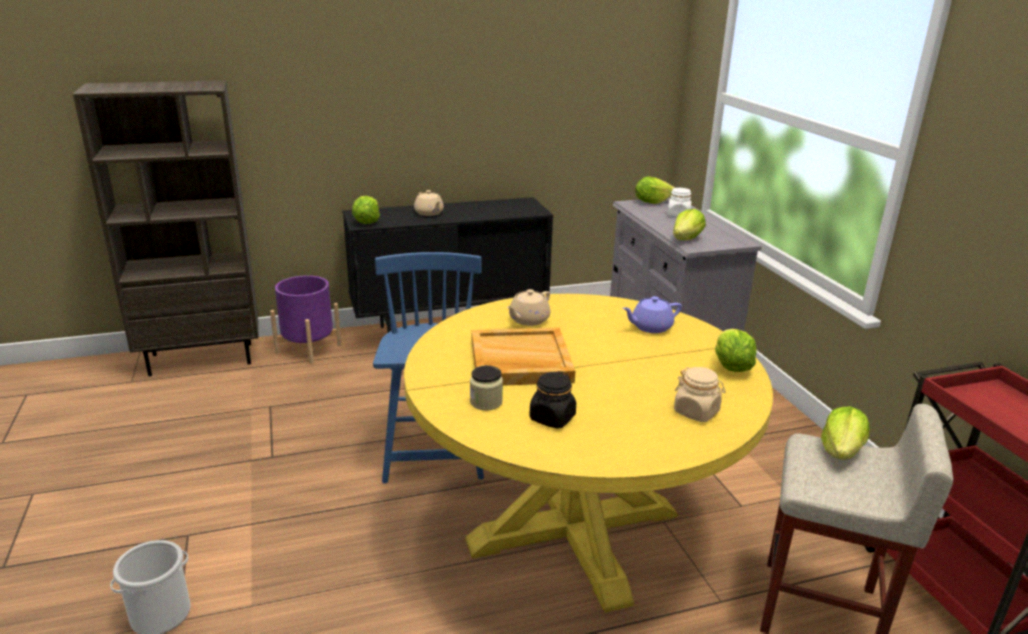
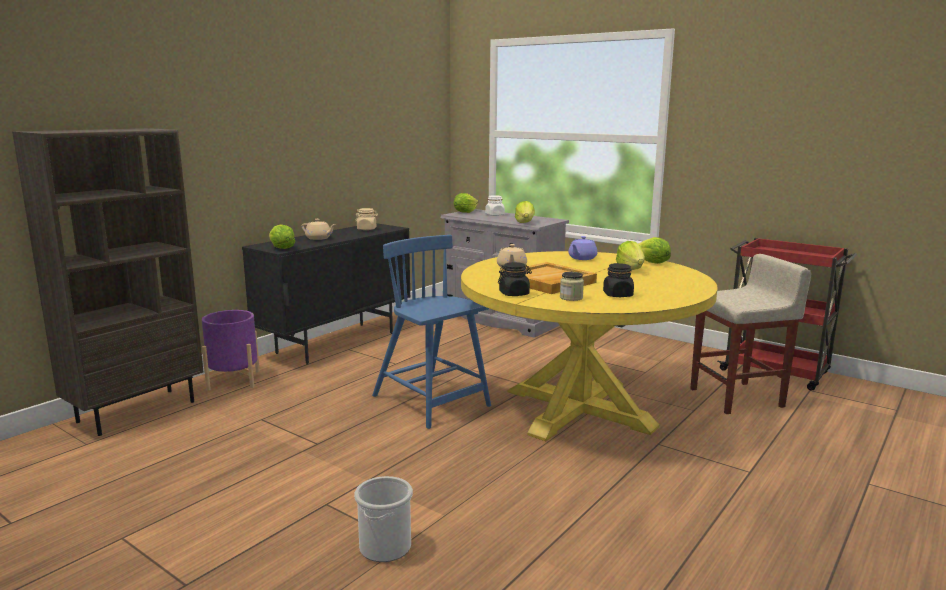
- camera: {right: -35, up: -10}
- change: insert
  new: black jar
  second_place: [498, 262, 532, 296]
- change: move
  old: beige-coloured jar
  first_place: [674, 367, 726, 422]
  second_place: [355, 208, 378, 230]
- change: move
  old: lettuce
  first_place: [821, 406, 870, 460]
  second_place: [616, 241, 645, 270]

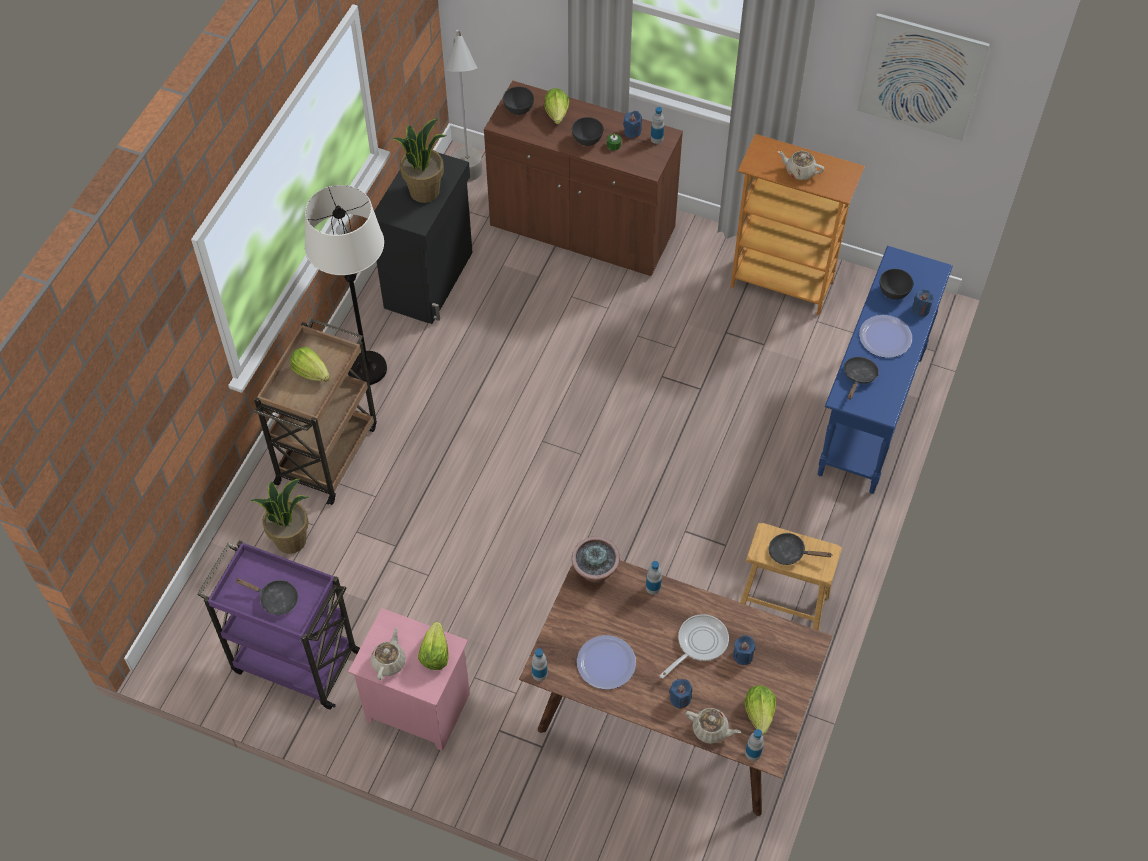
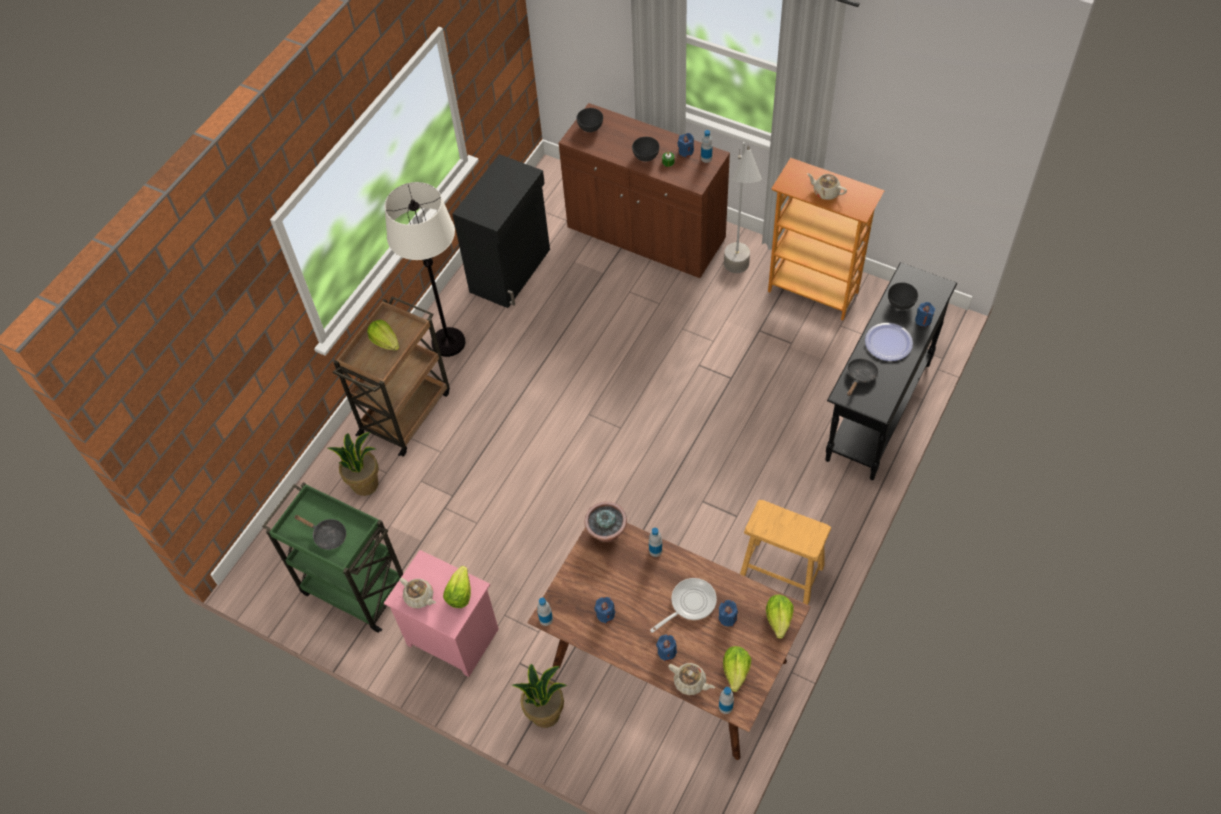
- camera: {right: 10, up: 0}
- change: delete
  old: black frying pan
  first_place: [768, 533, 831, 565]
- change: delete
  old: picture
  first_place: [857, 13, 990, 141]
- change: move
  old: houseplant
  first_place: [391, 118, 446, 203]
  second_place: [512, 664, 567, 728]
- change: move
  old: gray standing lamp
  first_place: [445, 30, 482, 181]
  second_place: [724, 142, 762, 273]
- change: move
  old: lettuce
  first_place: [544, 88, 569, 124]
  second_place: [766, 595, 794, 639]
- change: replace
  old: plate
  new: bluish wax light
  first_place: [577, 635, 636, 689]
  second_place: [594, 597, 615, 624]
- change: recolor
  old: purple trolley
  new: greenish trolley
  first_place: [197, 540, 360, 709]
  second_place: [262, 482, 403, 633]
- change: recolor
  old: bluish console table
  new: black console table
  first_place: [818, 246, 953, 494]
  second_place: [825, 262, 957, 480]
- change: rotate
  old: beige-coloured pot for tea
  first_place: [371, 627, 406, 680]
  second_place: [399, 578, 436, 608]
  degrees: 105

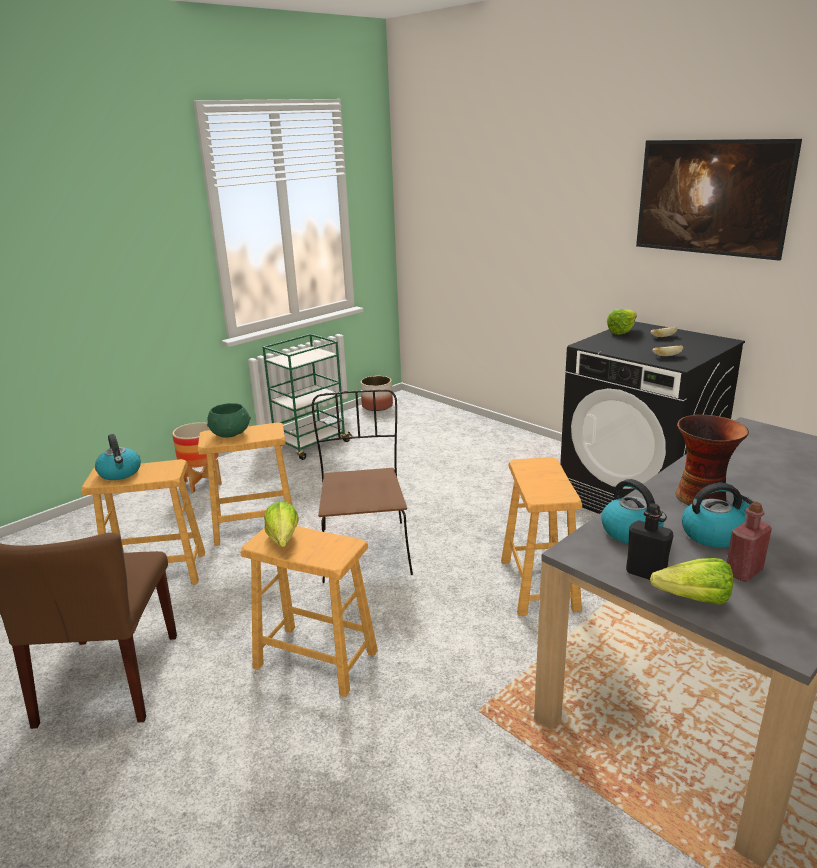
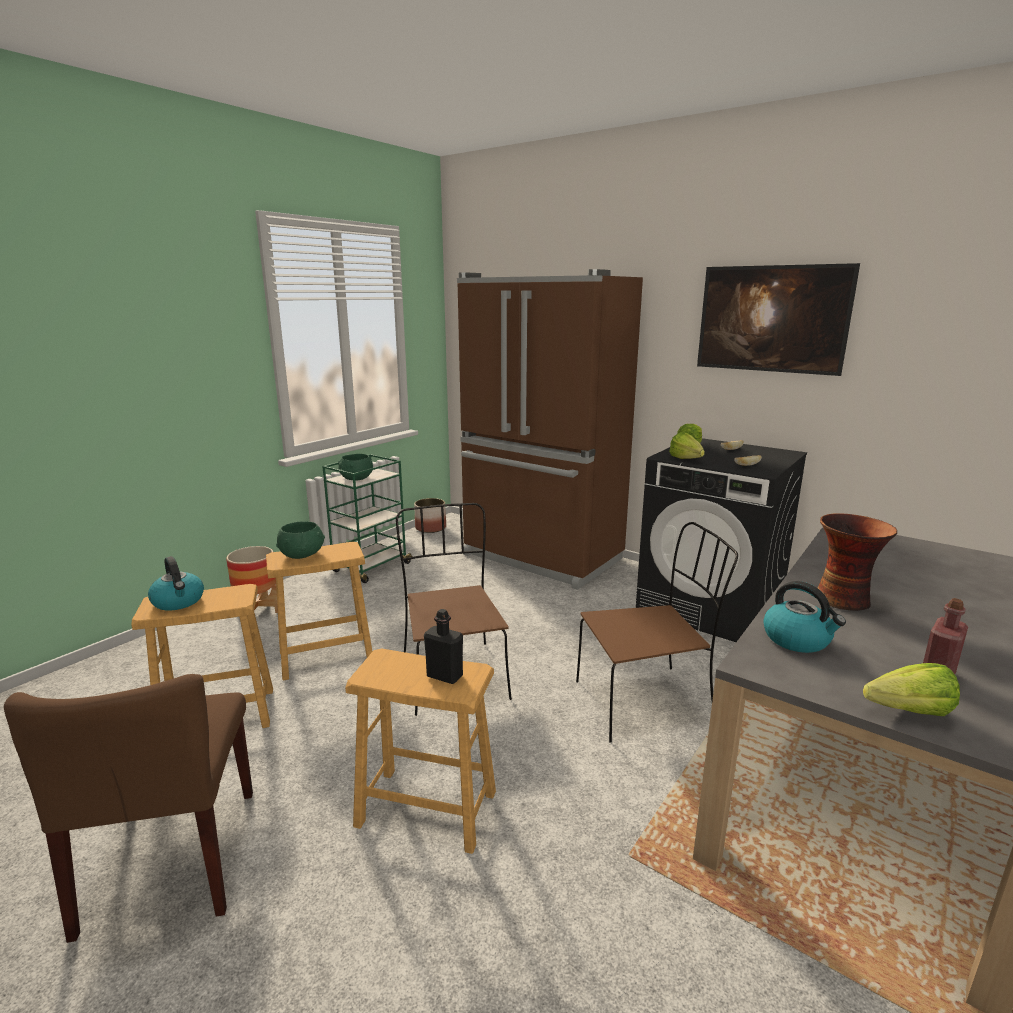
- camera: {right: -10, up: -5}
- change: delete
  old: tea kettle
  first_place: [682, 483, 754, 548]
- change: insert
  new: greenish bowl
  second_place: [338, 454, 373, 480]
- change: insert
  new: brown-coloured refrigerator
  second_place: [457, 269, 643, 590]
- change: move
  old: lettuce
  first_place: [264, 501, 299, 547]
  second_place: [669, 432, 705, 459]
- change: move
  old: black bottle
  first_place: [626, 503, 674, 580]
  second_place: [424, 609, 463, 684]
- change: replace
  old: brown-coloured stool seat
  new: brown-coloured chair
  first_place: [501, 457, 582, 616]
  second_place: [576, 522, 738, 743]

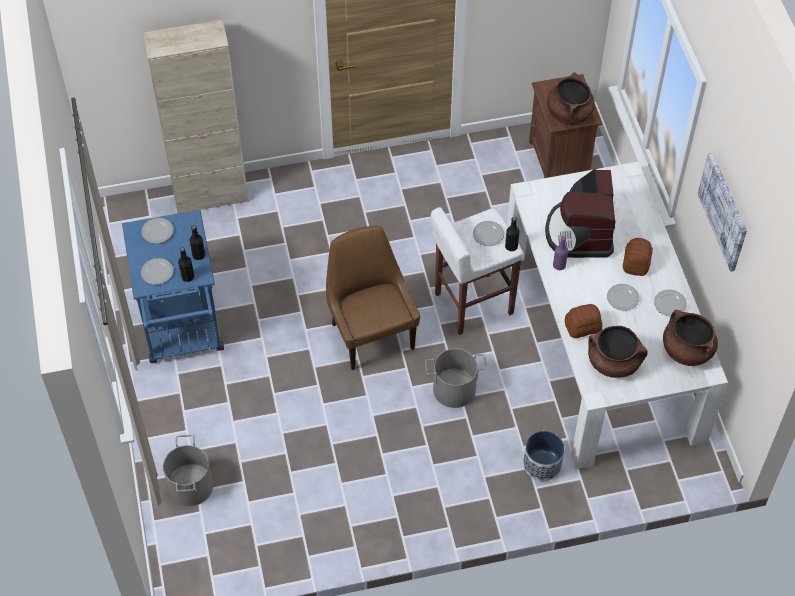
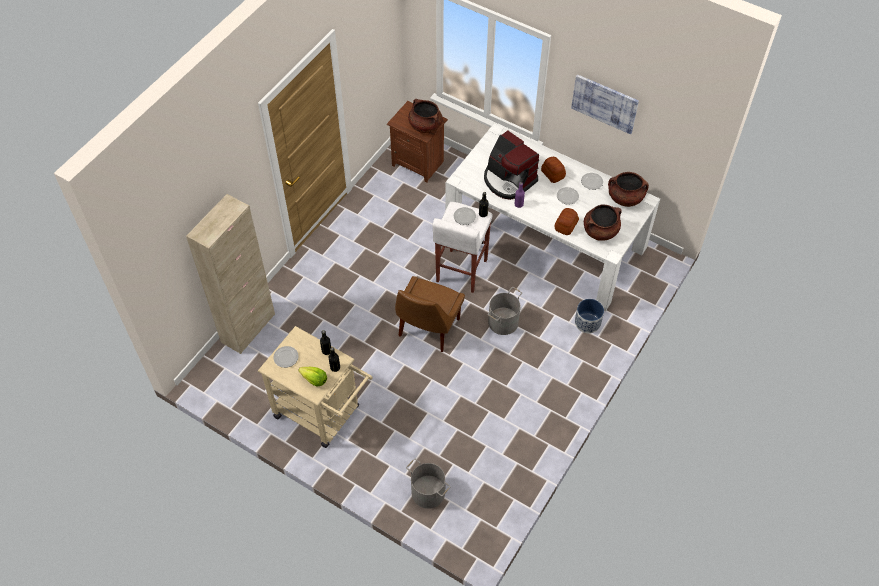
- camera: {right: -45, up: 0}
- change: replace
  old: plate
  new: lettuce
  first_place: [141, 258, 173, 285]
  second_place: [298, 367, 327, 386]
- change: recolor
  old: bluish trolley
  new: beige-coloured trolley
  first_place: [122, 210, 224, 363]
  second_place: [258, 326, 373, 448]
- change: rotate
  old: brown-coloured chair
  first_place: [326, 226, 420, 370]
  second_place: [395, 276, 465, 352]
  degrees: -90

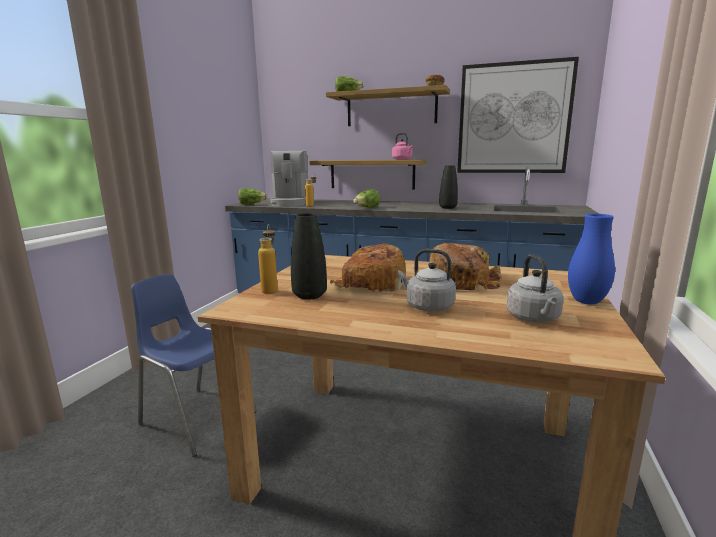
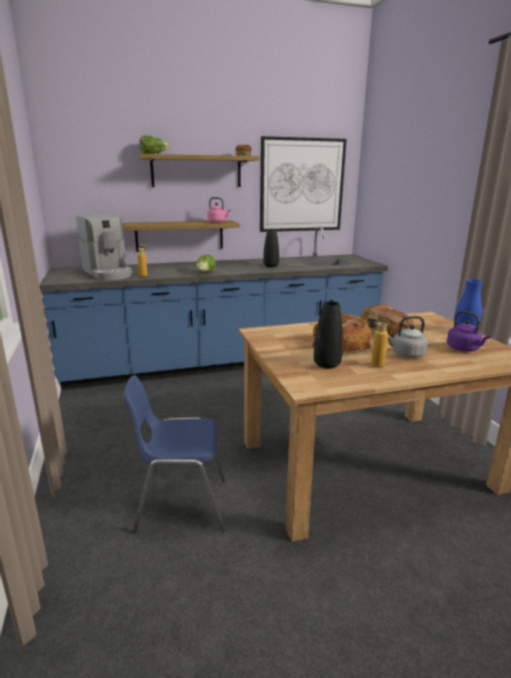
- camera: {right: -35, up: 5}
- change: delete
  old: lettuce
  first_place: [238, 188, 268, 205]
- change: move
  old: bottle
  first_place: [258, 224, 278, 294]
  second_place: [368, 311, 388, 367]
- change: recolor
  old: gray tea kettle
  new: purple tea kettle
  first_place: [506, 254, 564, 323]
  second_place: [447, 311, 491, 352]

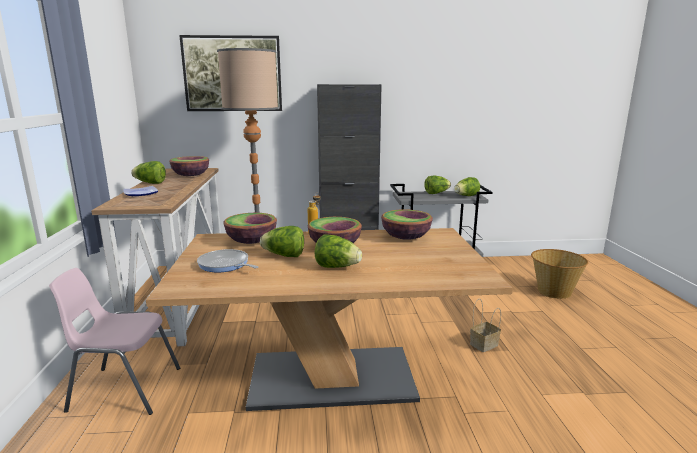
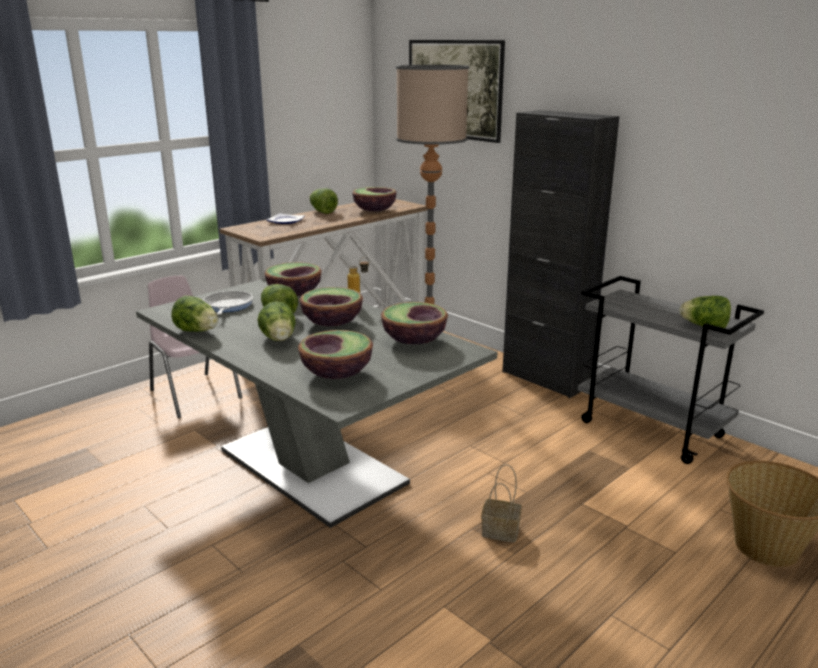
- camera: {right: 50, up: 5}
- change: insert
  new: bowl
  second_place: [298, 330, 373, 379]
- change: move
  old: lettuce
  first_place: [424, 176, 451, 194]
  second_place: [171, 296, 218, 332]
- change: recolor
  old: brown-coloured dining table
  new: gray dining table
  first_place: [146, 228, 513, 411]
  second_place: [136, 278, 498, 528]

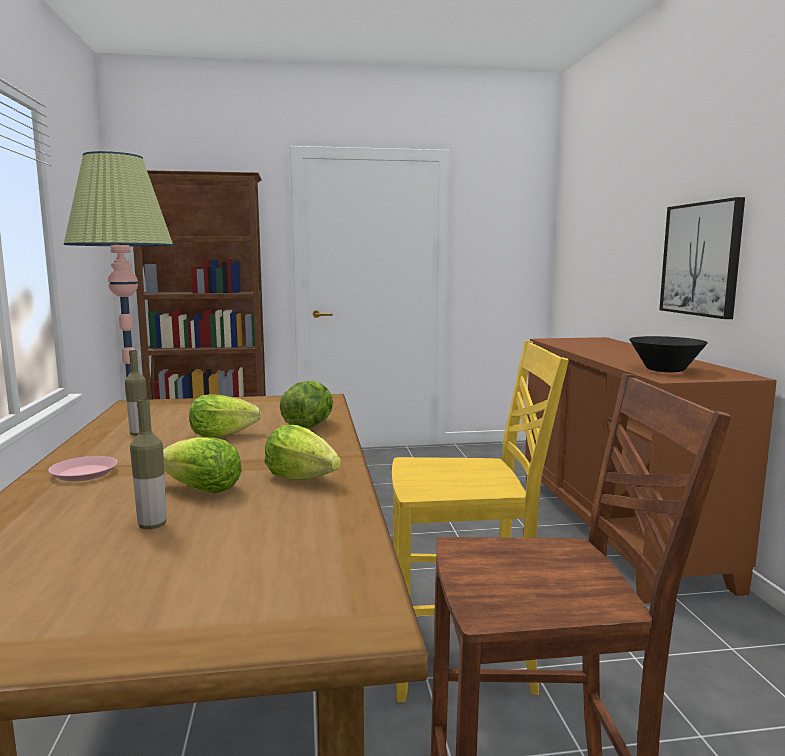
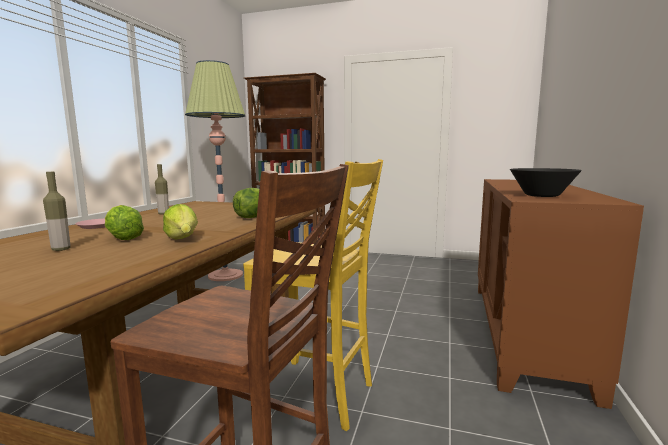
- camera: {right: 25, up: 0}
- change: delete
  old: lettuce
  first_place: [189, 394, 261, 437]
- change: delete
  old: picture
  first_place: [659, 197, 745, 319]

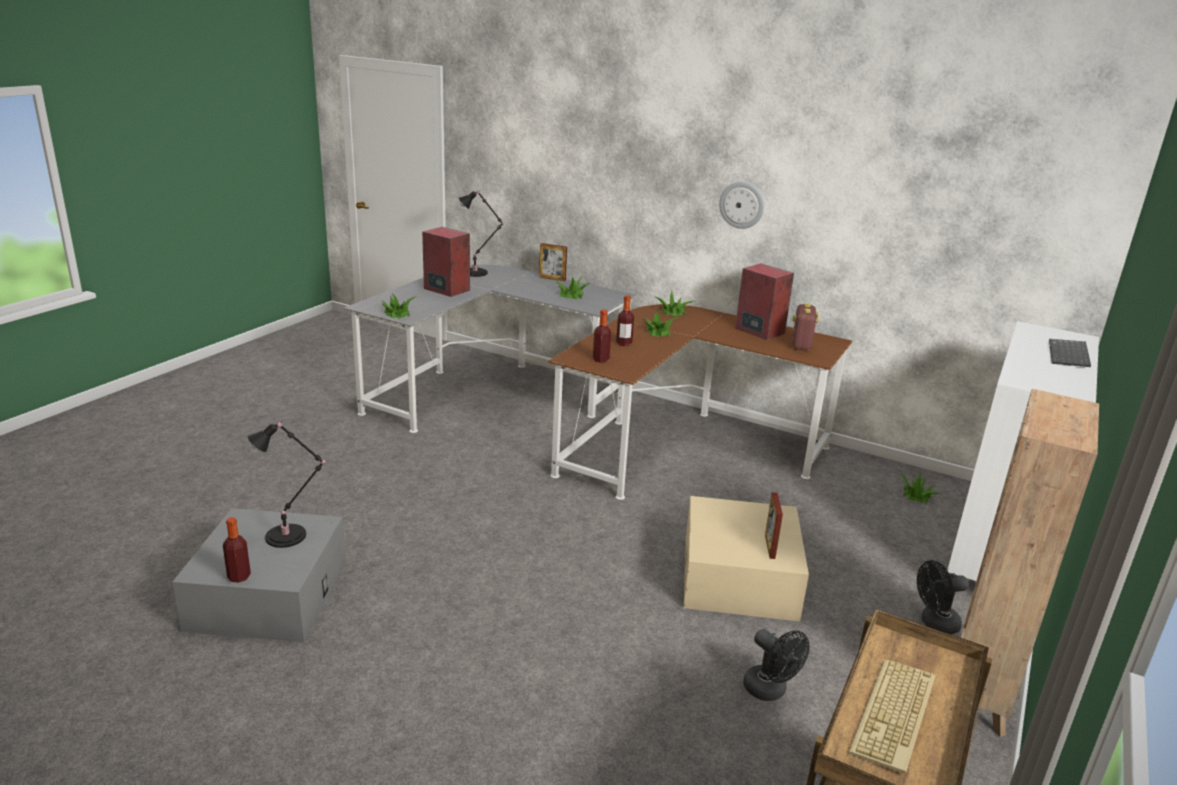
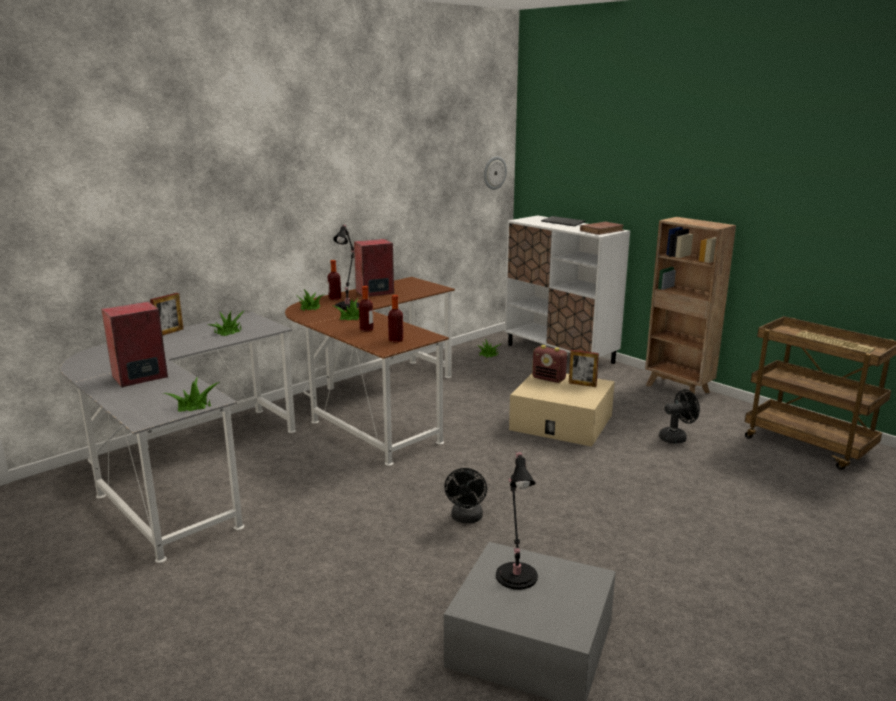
- camera: {right: -70, up: -5}
- change: insert
  new: brown-coloured book
  second_place: [580, 222, 624, 235]
- change: move
  old: bottle
  first_place: [223, 517, 251, 583]
  second_place: [328, 260, 341, 300]
- change: move
  old: black lamp for a table
  first_place: [459, 191, 504, 277]
  second_place: [333, 225, 359, 310]
- change: move
  old: wall clock
  first_place: [719, 182, 764, 229]
  second_place: [484, 156, 507, 190]
- change: move
  old: radio
  first_place: [792, 303, 819, 351]
  second_place: [532, 345, 567, 383]
- change: move
  old: black electric fan
  first_place: [917, 560, 969, 634]
  second_place: [444, 468, 487, 523]

